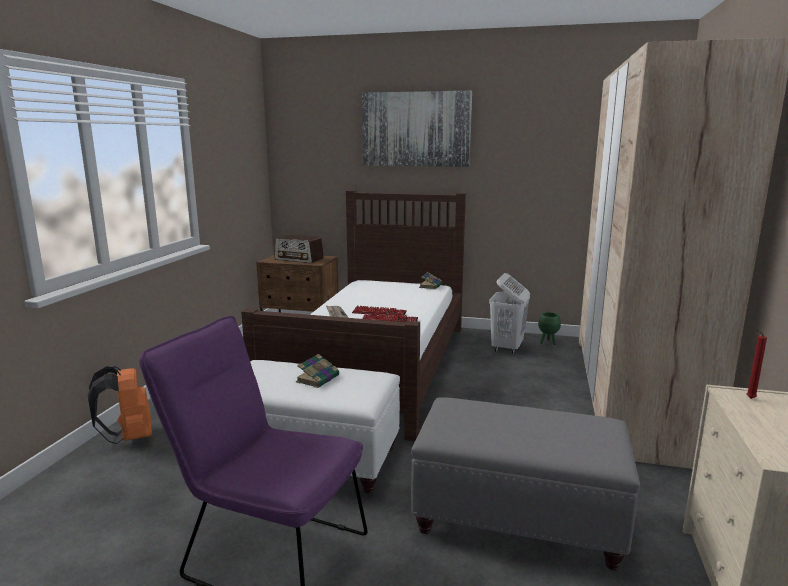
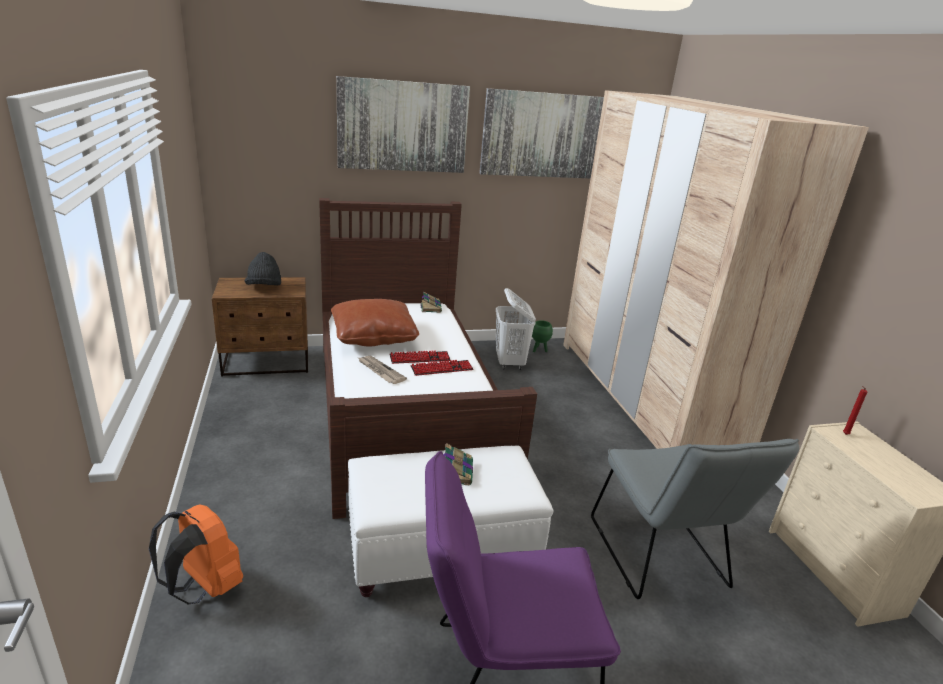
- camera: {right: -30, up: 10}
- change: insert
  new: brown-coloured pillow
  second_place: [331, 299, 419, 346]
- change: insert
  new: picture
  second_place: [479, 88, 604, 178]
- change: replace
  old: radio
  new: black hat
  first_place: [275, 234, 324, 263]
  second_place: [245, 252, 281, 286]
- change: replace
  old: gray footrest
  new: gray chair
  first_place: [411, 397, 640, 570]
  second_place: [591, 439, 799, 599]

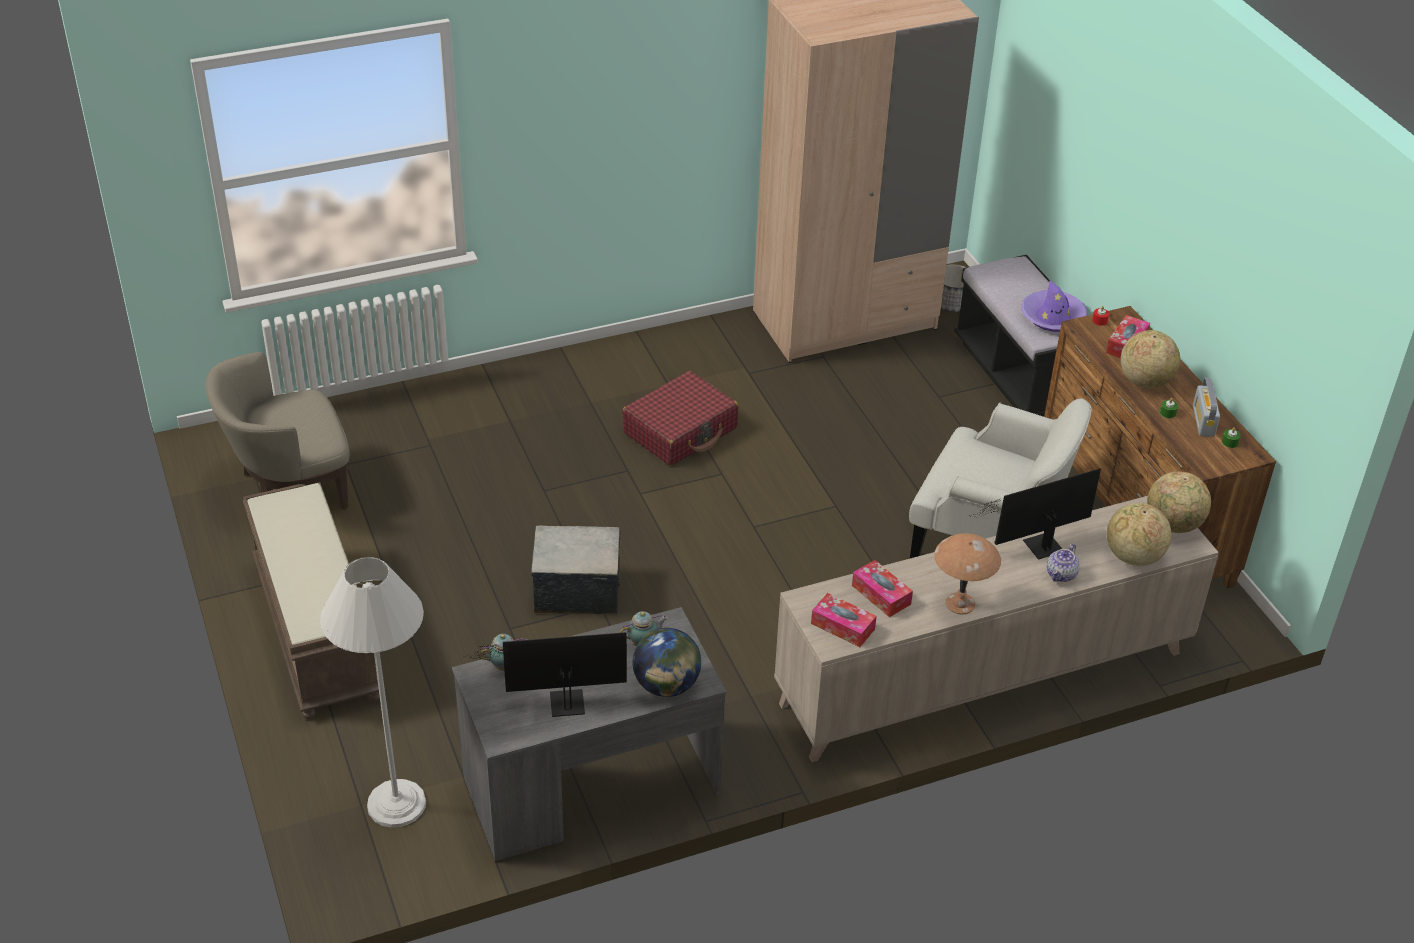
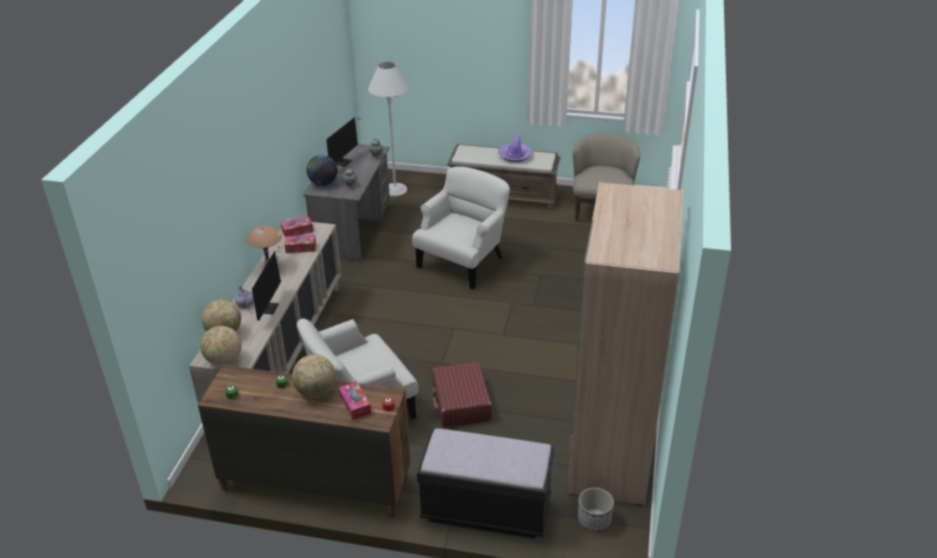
- camera: {right: 125, up: -5}
- change: delete
  old: radio
  first_place: [1193, 378, 1220, 437]
- change: move
  old: red piece of luggage
  first_place: [622, 371, 738, 466]
  second_place: [432, 361, 492, 427]
- change: move
  old: purple hat
  first_place: [1021, 280, 1088, 332]
  second_place: [498, 134, 533, 162]
- change: replace
  old: storage bin
  new: white armchair
  first_place: [531, 526, 620, 615]
  second_place: [412, 166, 510, 289]

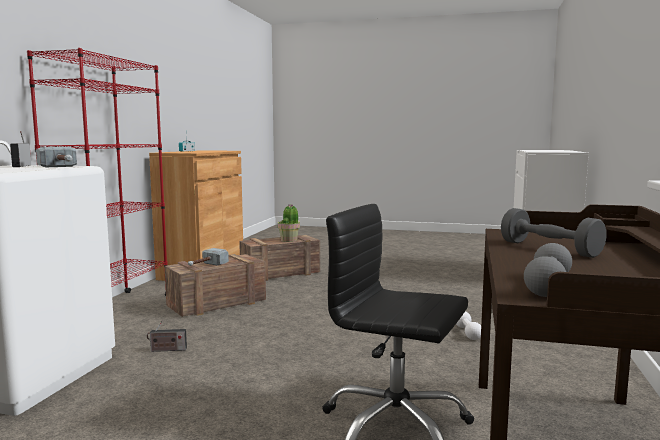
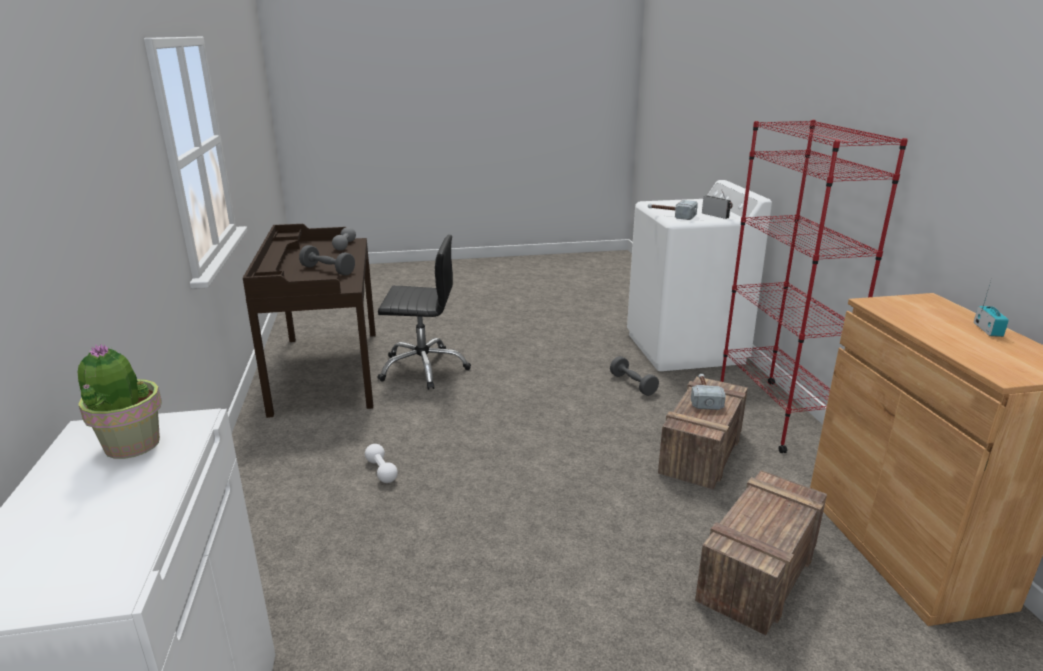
- camera: {right: 155, up: 15}
- change: move
  old: houseplant
  first_place: [278, 204, 300, 242]
  second_place: [78, 344, 162, 459]
- change: replace
  old: radio
  new: gray hand weight
  first_place: [147, 320, 187, 352]
  second_place: [610, 356, 659, 396]

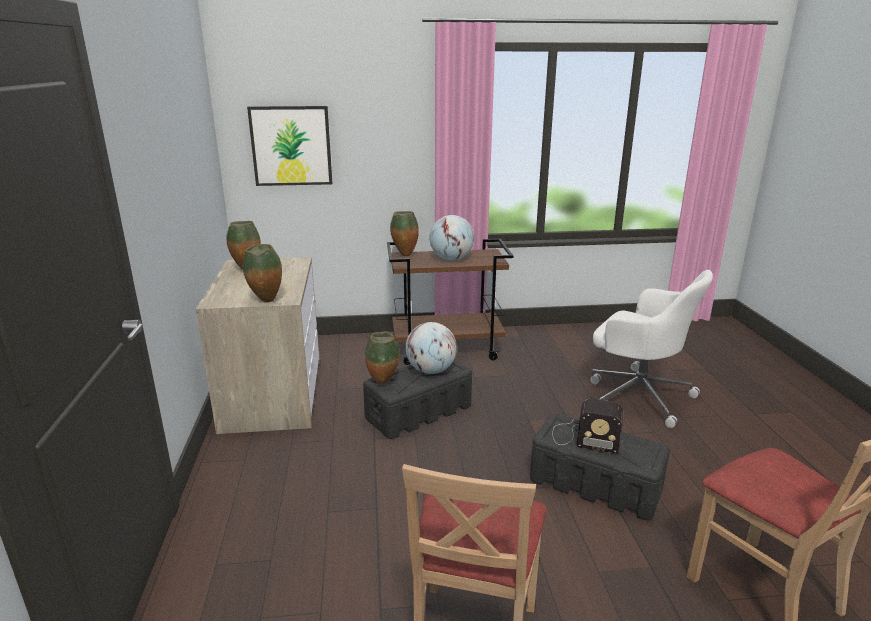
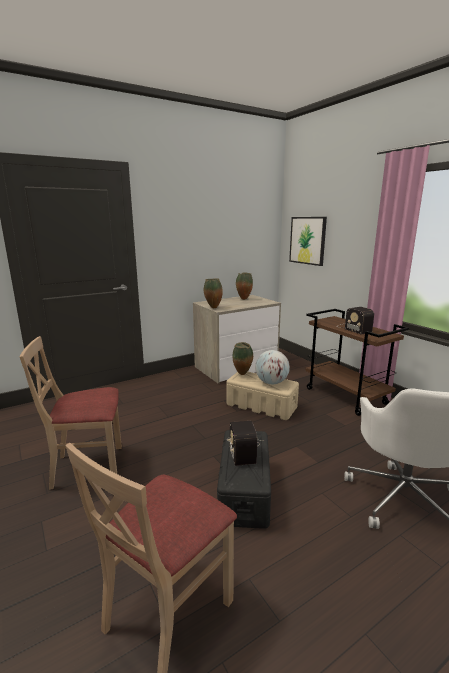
- camera: {right: 65, up: -5}
- change: delete
  old: vase
  first_place: [390, 211, 419, 256]
- change: replace
  old: globe
  new: radio
  first_place: [429, 215, 474, 260]
  second_place: [340, 307, 374, 335]
- change: recolor
  old: black storage bin
  new: beige-coloured storage bin
  first_place: [363, 360, 472, 439]
  second_place: [227, 372, 299, 420]

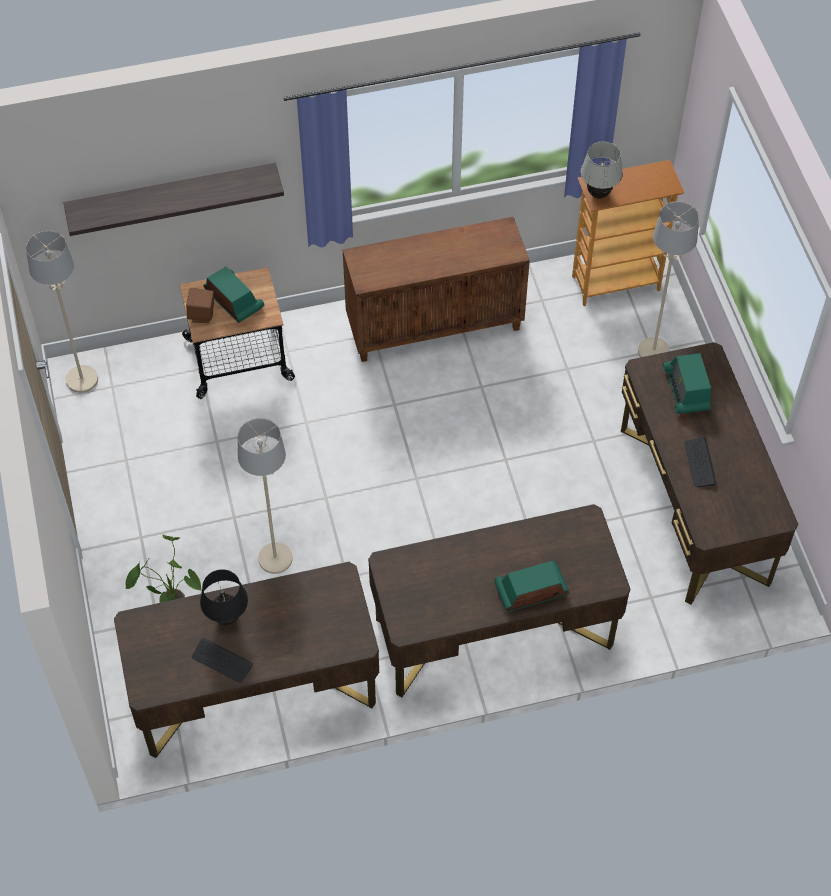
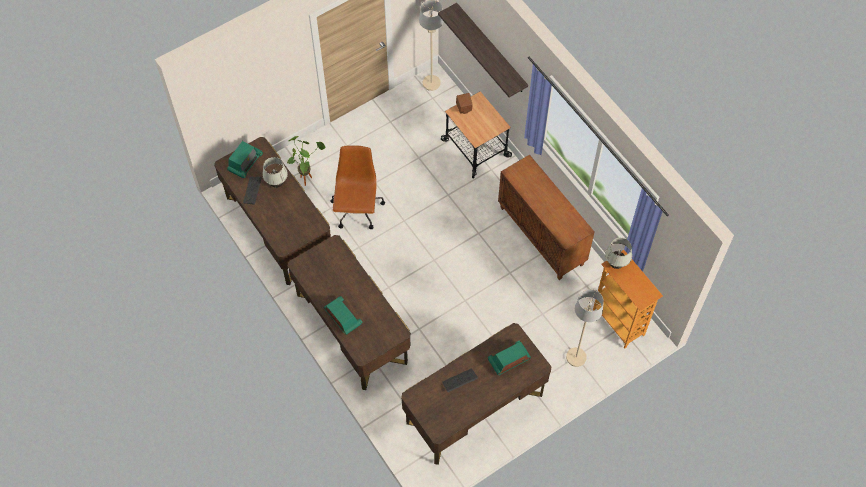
- camera: {right: 70, up: 5}
- change: move
  old: radio
  first_place: [204, 266, 264, 323]
  second_place: [227, 141, 263, 178]
- change: replace
  old: beige-coloured standing lamp
  new: brown-coloured computer chair
  first_place: [238, 418, 293, 574]
  second_place: [330, 145, 385, 229]
- change: recolor
  old: black lamp for a table
  new: white lamp for a table
  first_place: [200, 569, 248, 626]
  second_place: [262, 157, 288, 188]

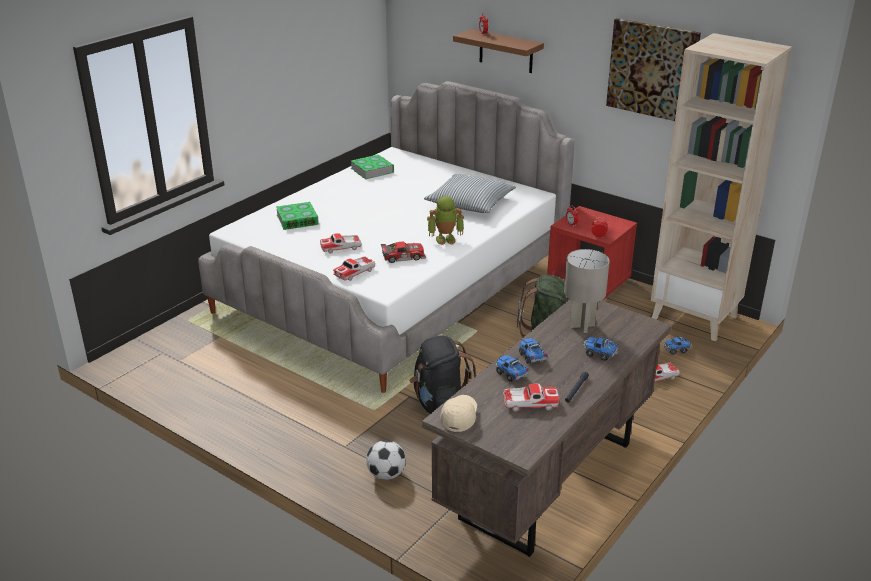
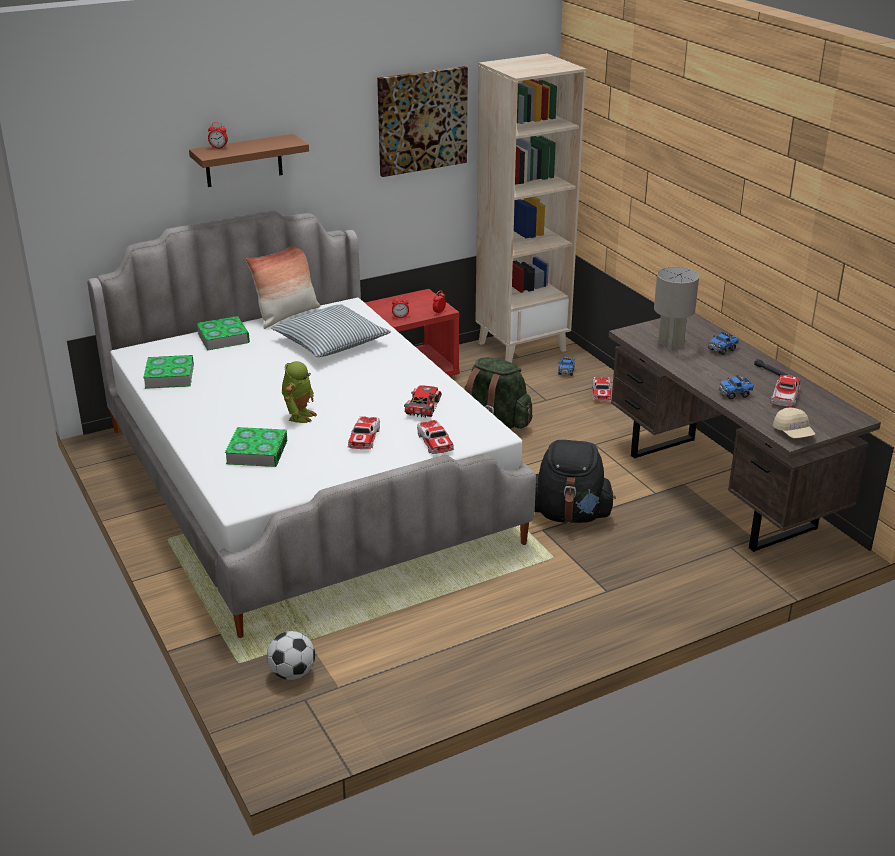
- camera: {right: -65, up: 0}
- change: delete
  old: model truck
  first_place: [519, 338, 547, 363]
- change: insert
  new: book
  second_place: [196, 316, 250, 350]
- change: insert
  new: pillow
  second_place: [246, 246, 320, 329]
- change: move
  old: football
  first_place: [366, 440, 406, 480]
  second_place: [267, 631, 315, 680]
- change: move
  old: toy robot
  first_place: [427, 196, 464, 245]
  second_place: [282, 361, 317, 423]
- change: rotate
  old: beige-coloured cap
  first_place: [440, 395, 477, 432]
  second_place: [773, 407, 815, 438]
  degrees: -150

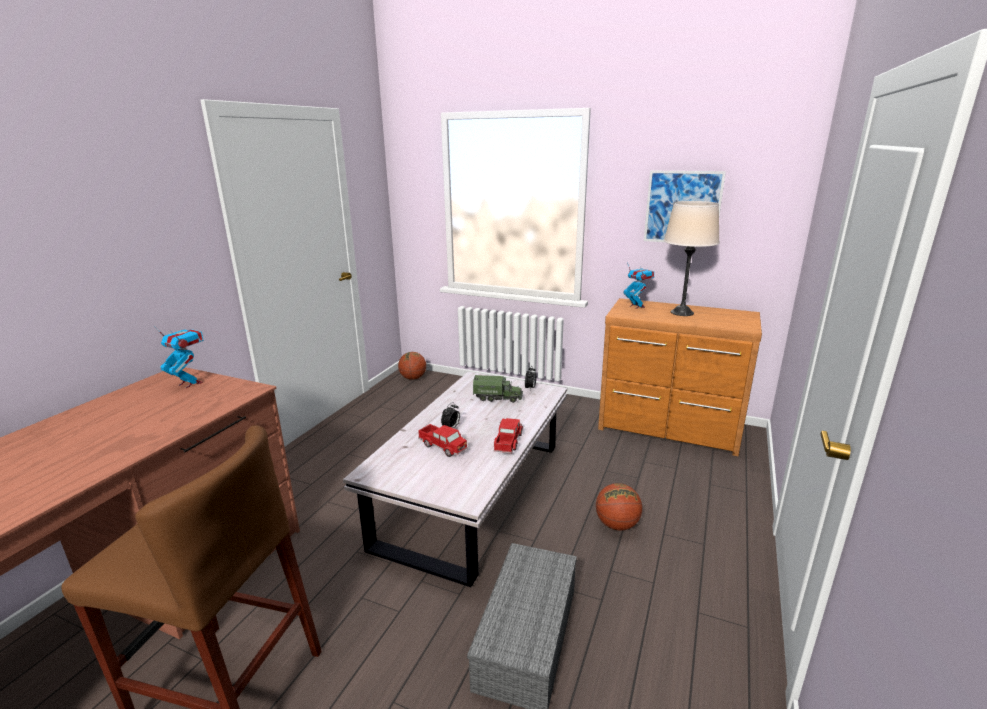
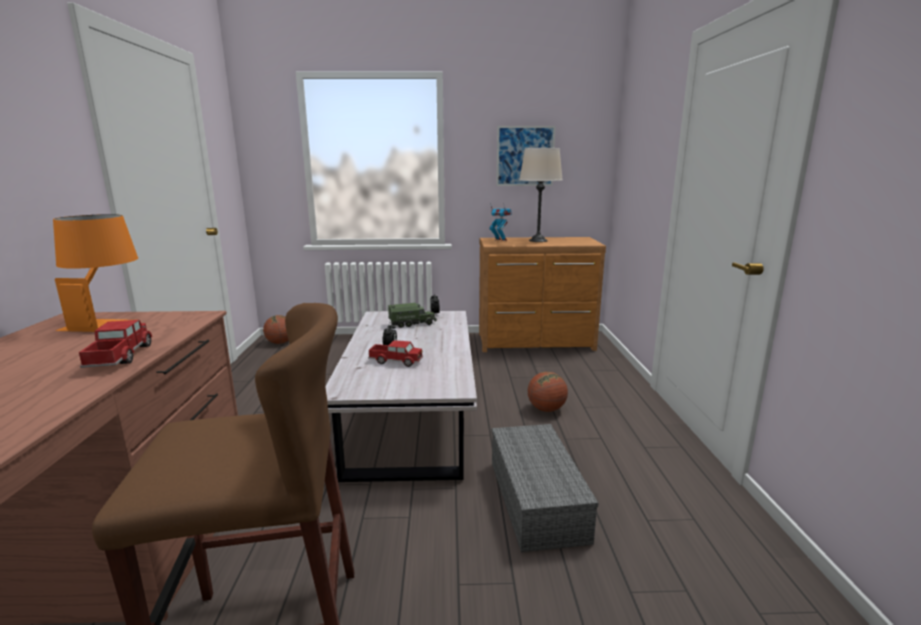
- camera: {right: -25, up: -5}
- change: move
  old: model truck
  first_place: [494, 418, 523, 454]
  second_place: [79, 320, 152, 368]
- change: replace
  old: toy robot
  new: orange-coloured lamp for a table
  first_place: [154, 326, 204, 388]
  second_place: [53, 214, 138, 332]

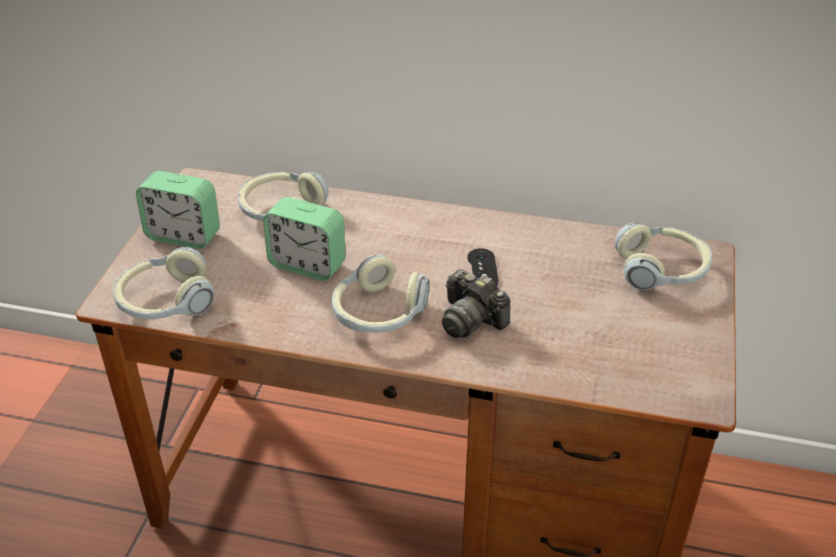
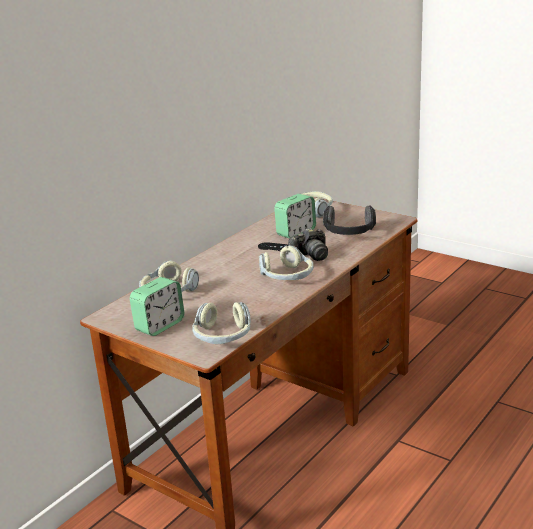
- camera: {right: -65, up: -15}
- change: insert
  new: headset
  second_place: [323, 205, 376, 235]
- change: move
  old: table clock
  first_place: [263, 197, 346, 281]
  second_place: [274, 194, 316, 239]

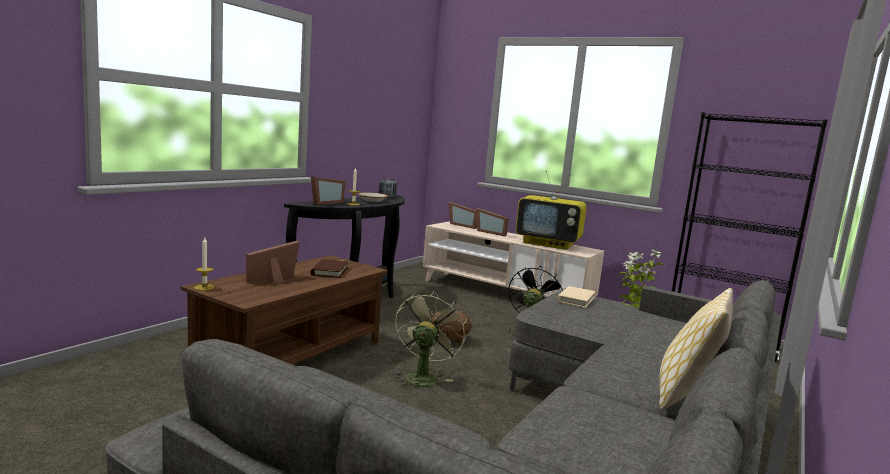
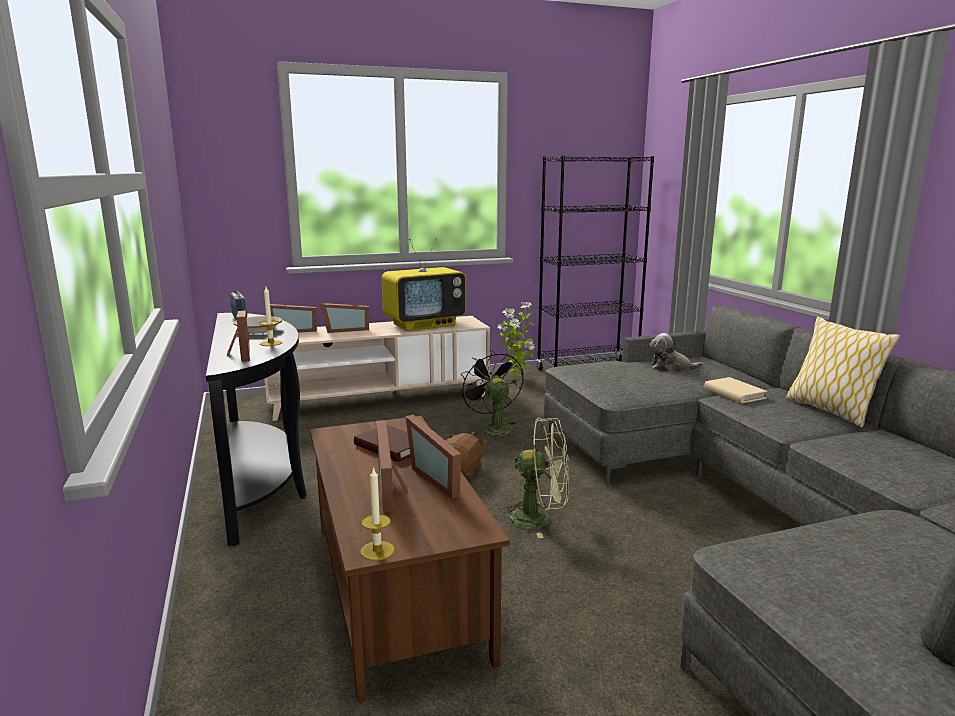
- camera: {right: -50, up: 5}
- change: insert
  new: standing frame
  second_place: [405, 415, 461, 498]
- change: insert
  new: soft toy
  second_place: [650, 333, 704, 372]
- change: move
  old: beige-coloured book
  first_place: [557, 286, 596, 308]
  second_place: [704, 377, 767, 403]
- change: rotate
  old: greenish electric fan
  first_place: [394, 291, 467, 389]
  second_place: [500, 417, 570, 538]
  degrees: 135

